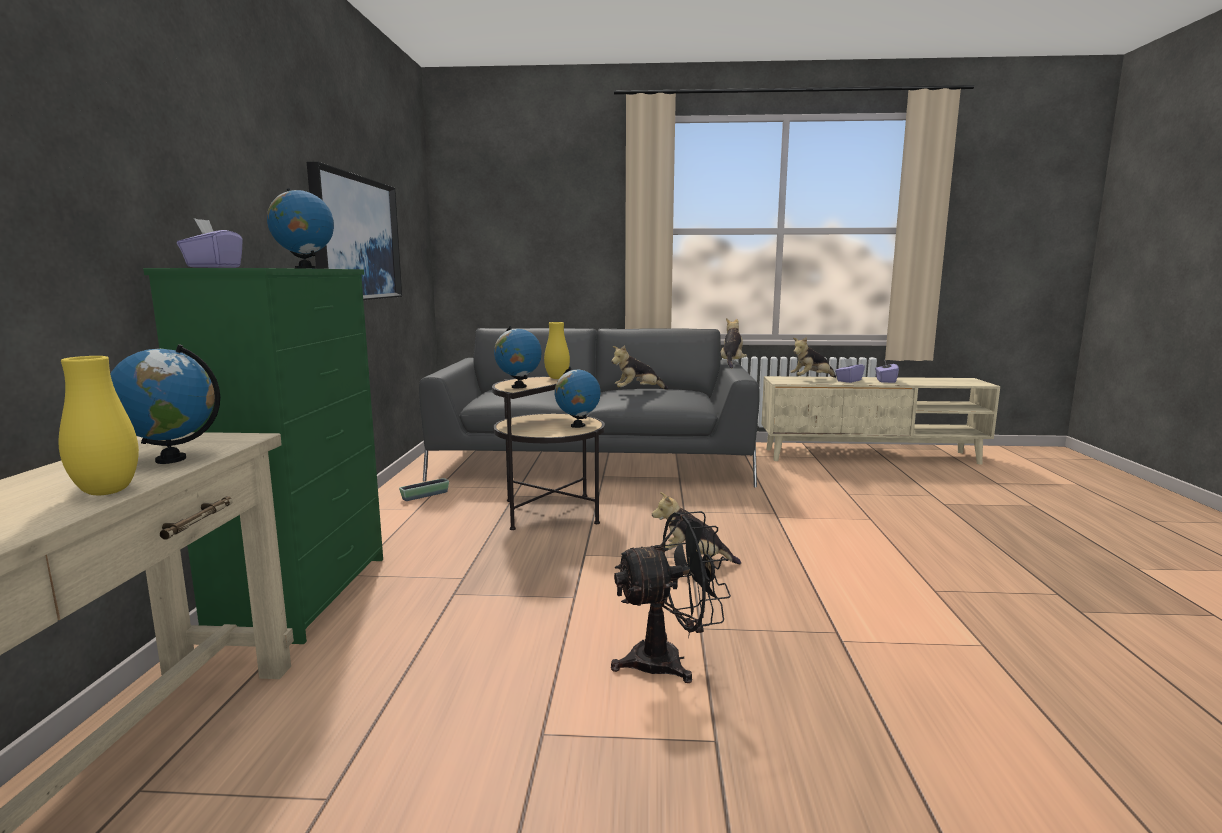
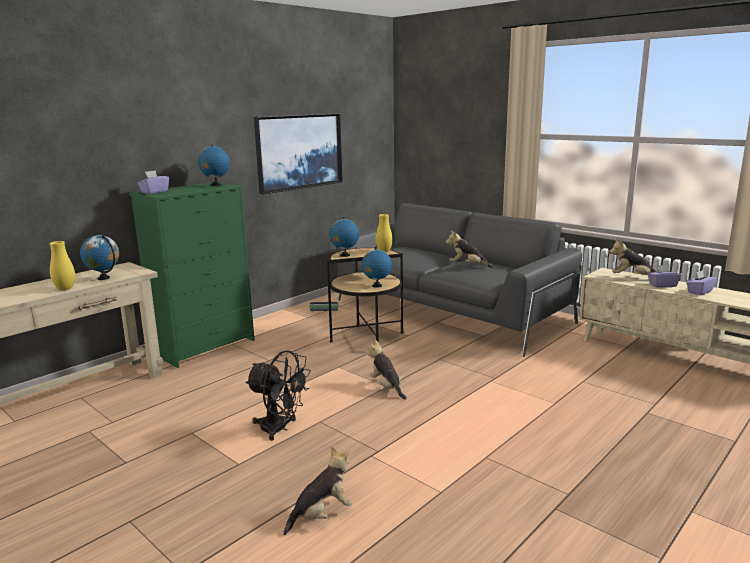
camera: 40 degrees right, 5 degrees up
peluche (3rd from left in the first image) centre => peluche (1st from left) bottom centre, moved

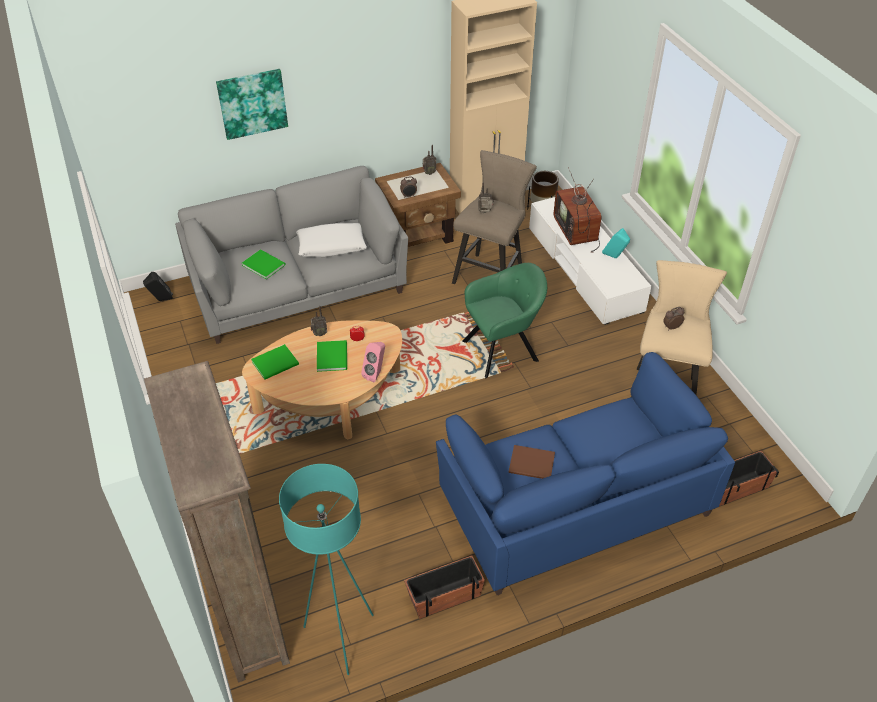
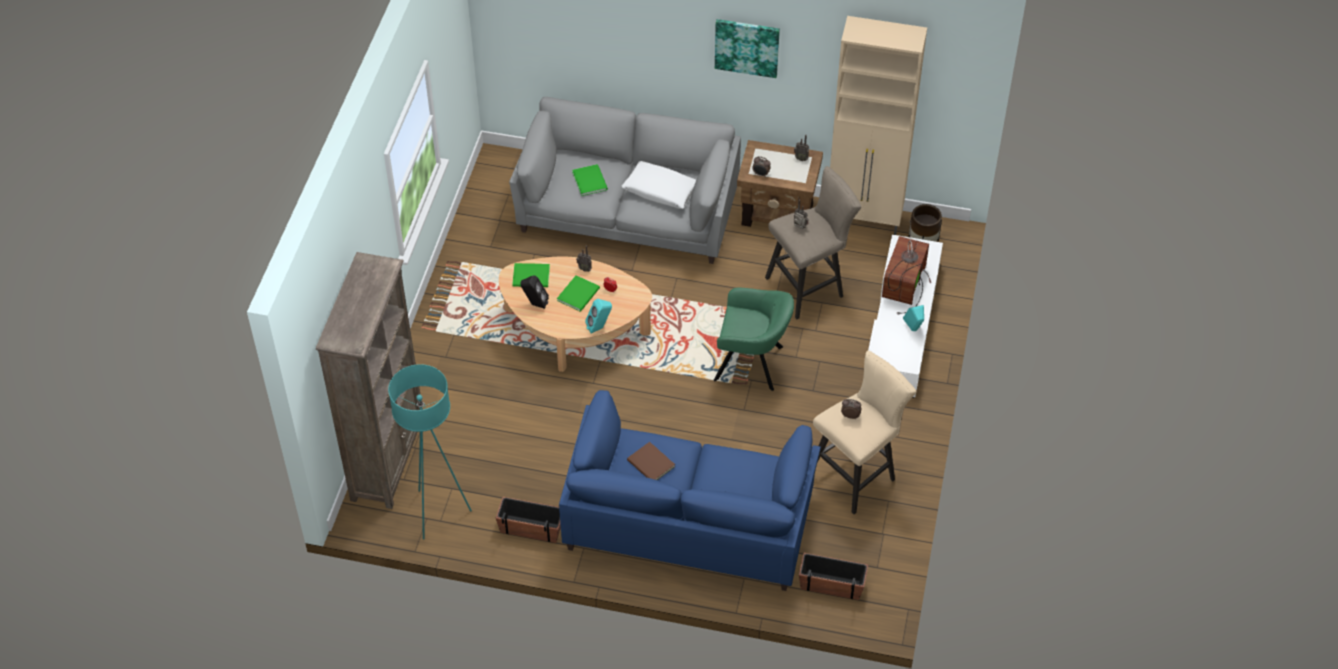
camera: 35 degrees right, 5 degrees up
altavoz [negro] middle left => altavoz [negro] centre, moved
altavoz [rosa] centre => altavoz [turquesa] (1st from left) centre
cuadro top left => cuadro top centre, moved

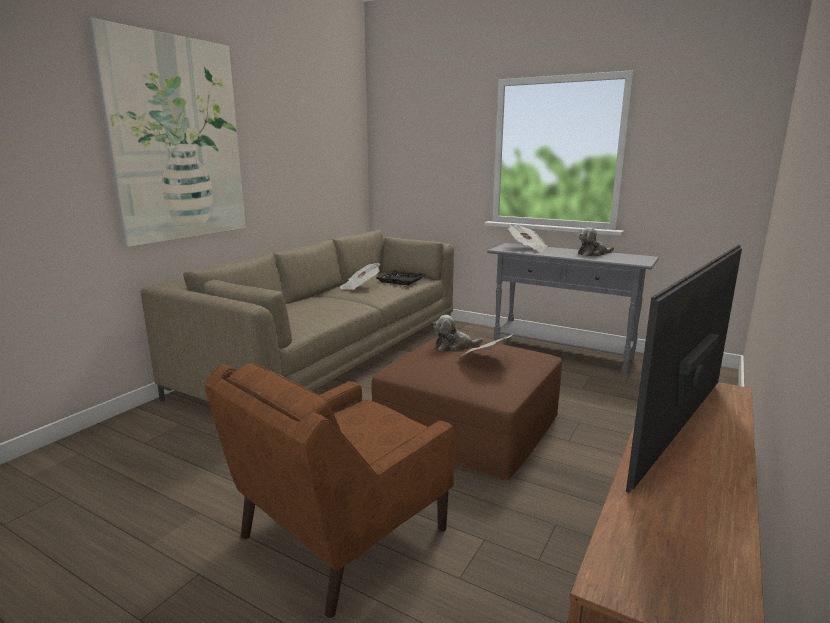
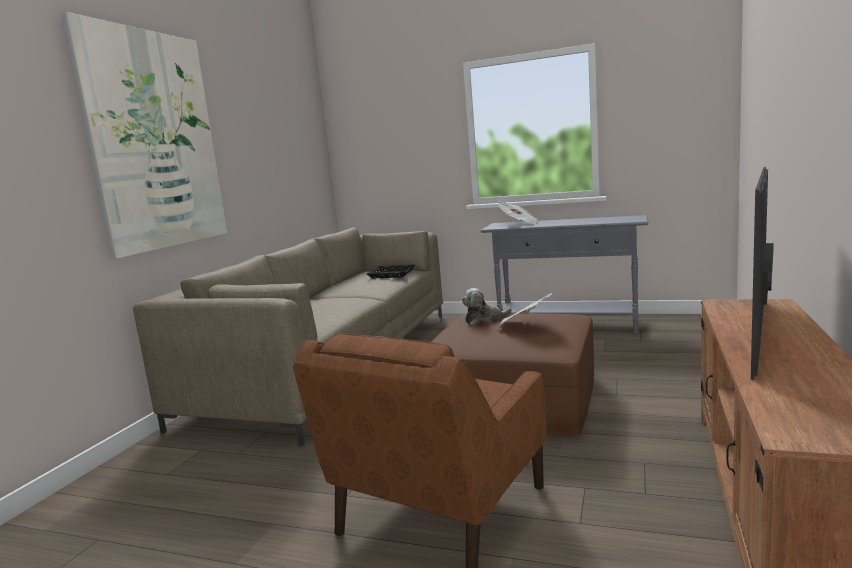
camera: 10 degrees left, 5 degrees down
periódico (1st from left) centre => nothing
peluche (2nd from left) middle right => nothing

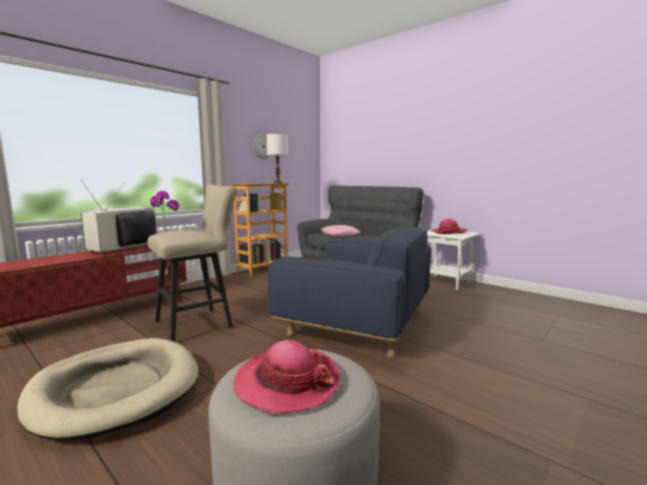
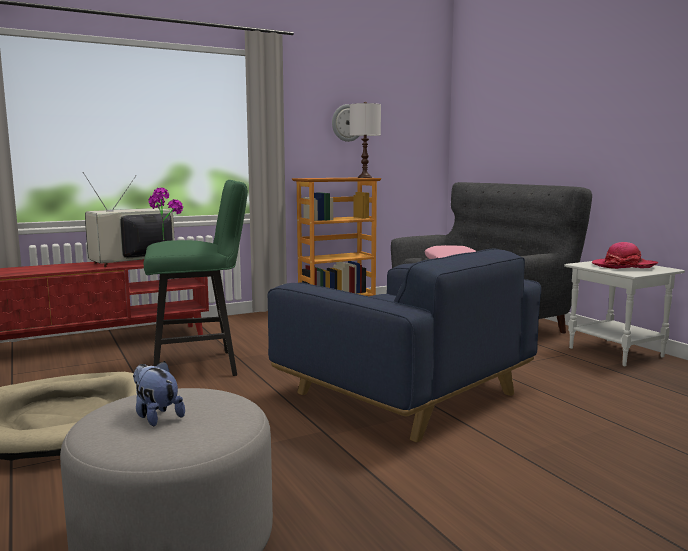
camera: 20 degrees right, 0 degrees up
sombrero (1st from left) bottom centre => peluche bottom left
taburete [beis] middle left => taburete [verde] middle left

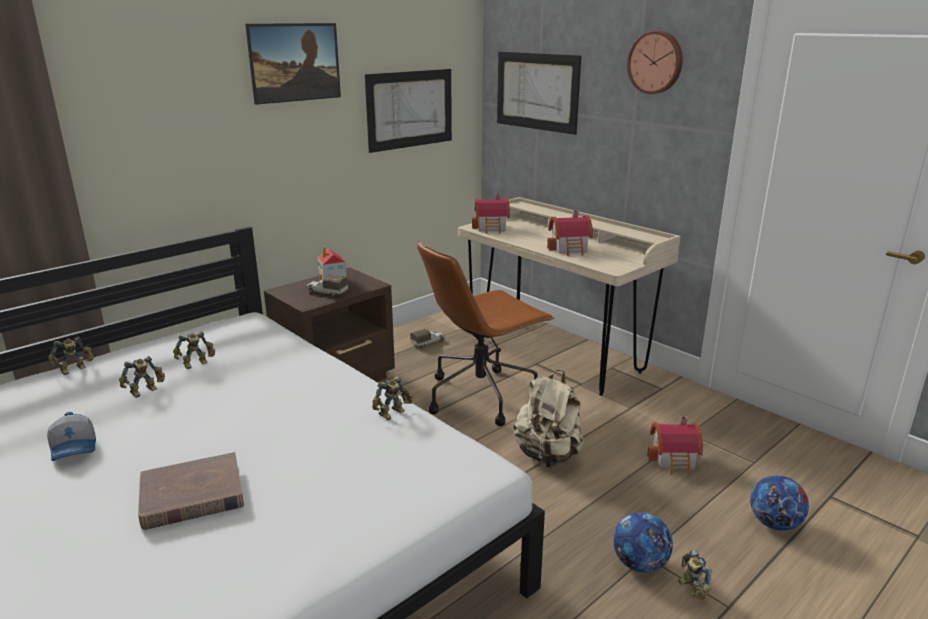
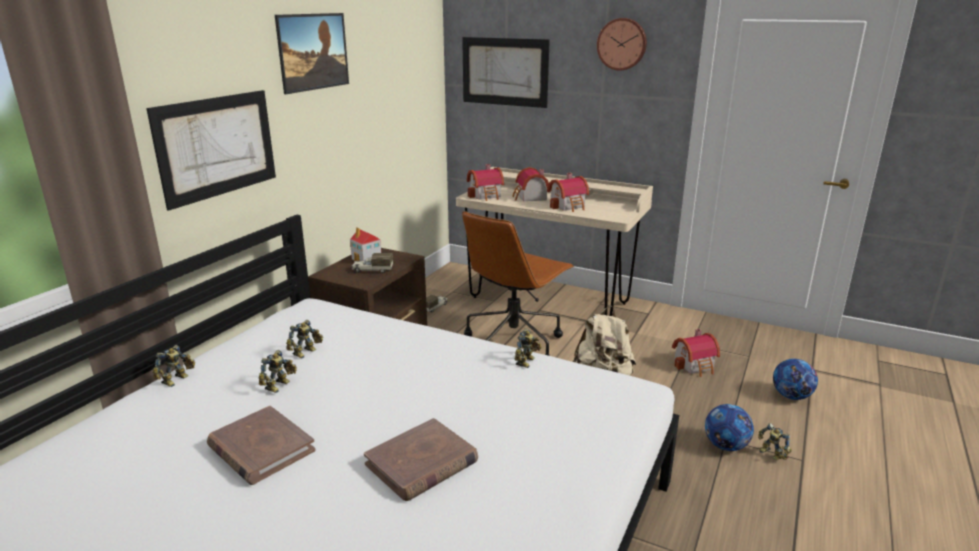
camera: 20 degrees left, 0 degrees up
cuadro (2nd from left in the first image) top centre => cuadro (1st from left) top left, moved
gorra bottom left => libro [marrón] (1st from left) bottom left
nothing => casita (3rd from left) centre

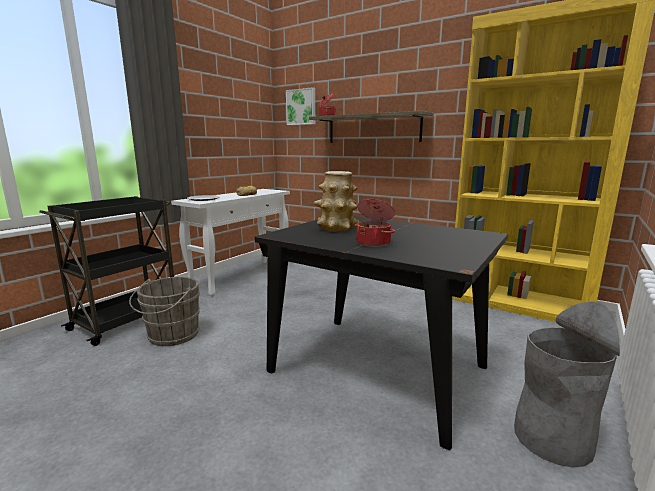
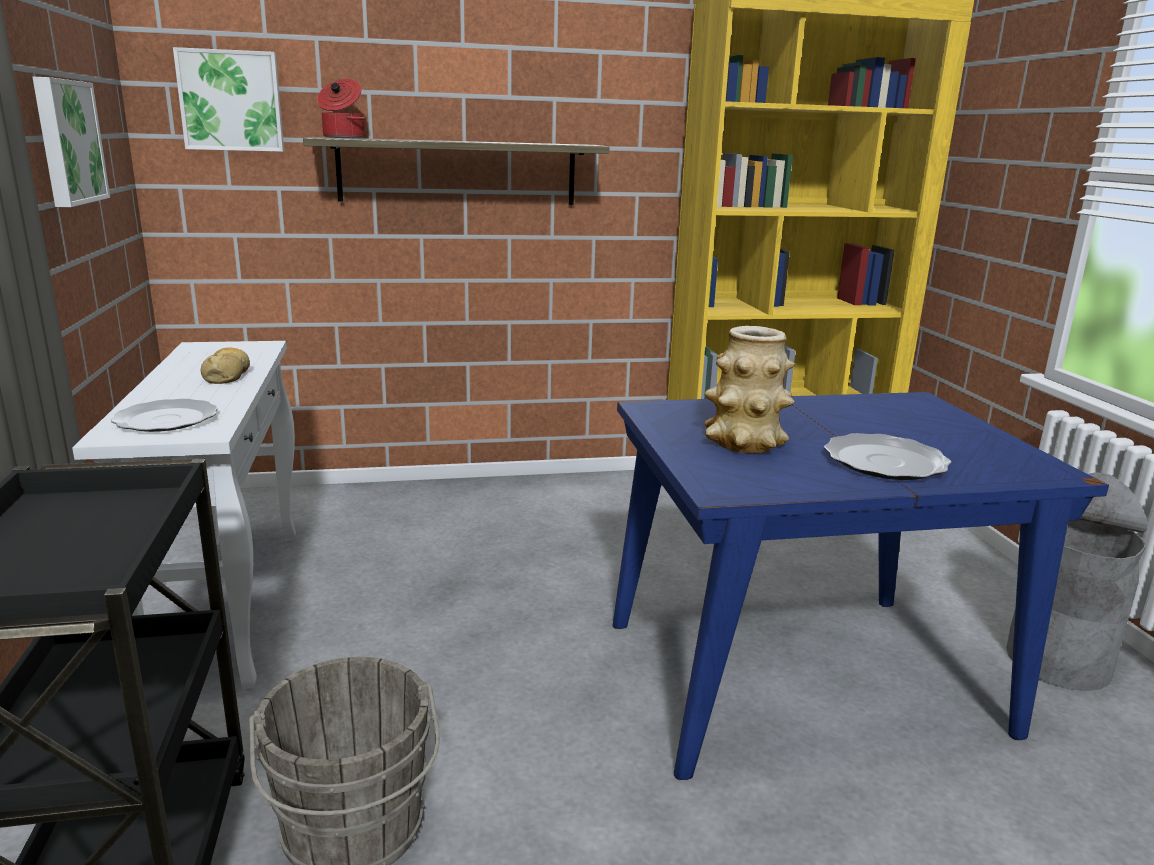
camera: 45 degrees left, 5 degrees up
nothing => cuadro (1st from left) top left
mesa de comedor [negro] bottom centre => mesa de comedor [azul] bottom right
olla (2nd from left) centre => plato (2nd from left) middle right

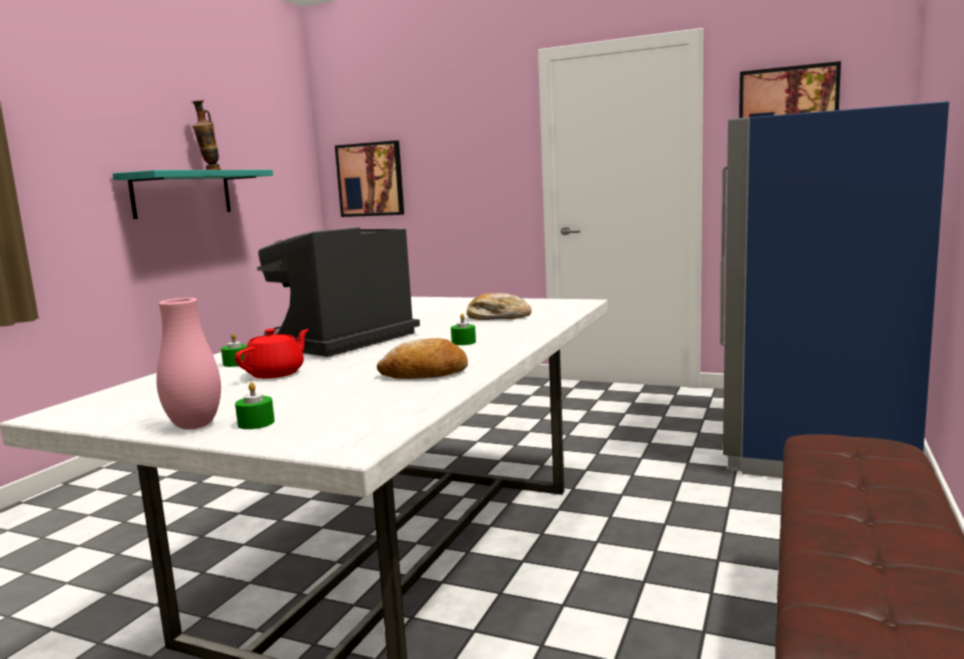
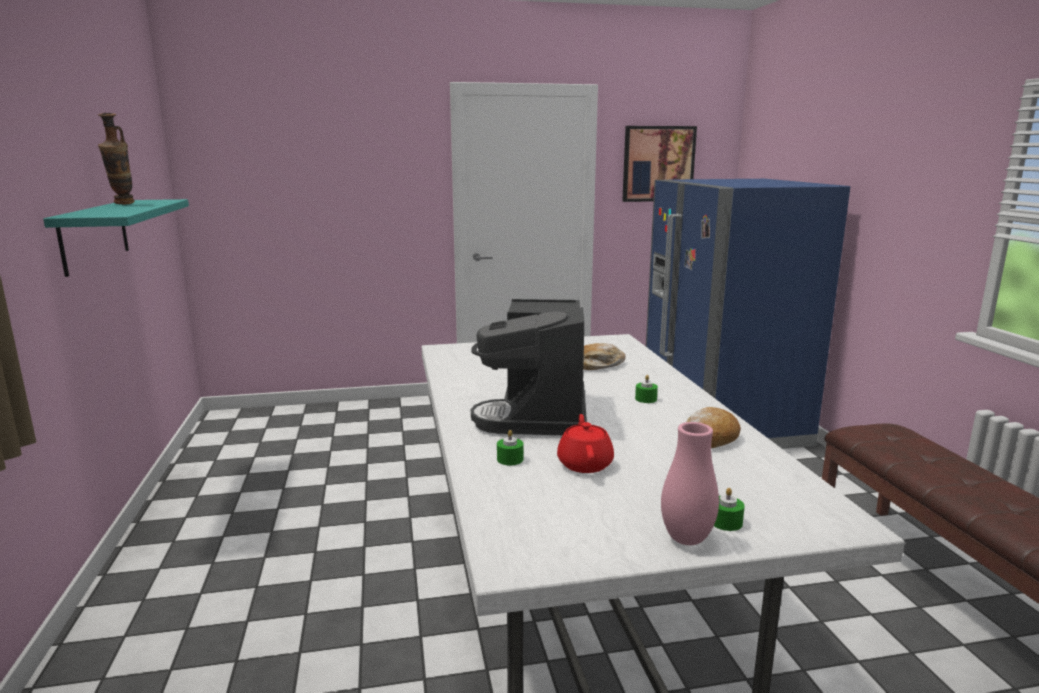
camera: 35 degrees left, 5 degrees up
cuadro (1st from left) top centre => nothing

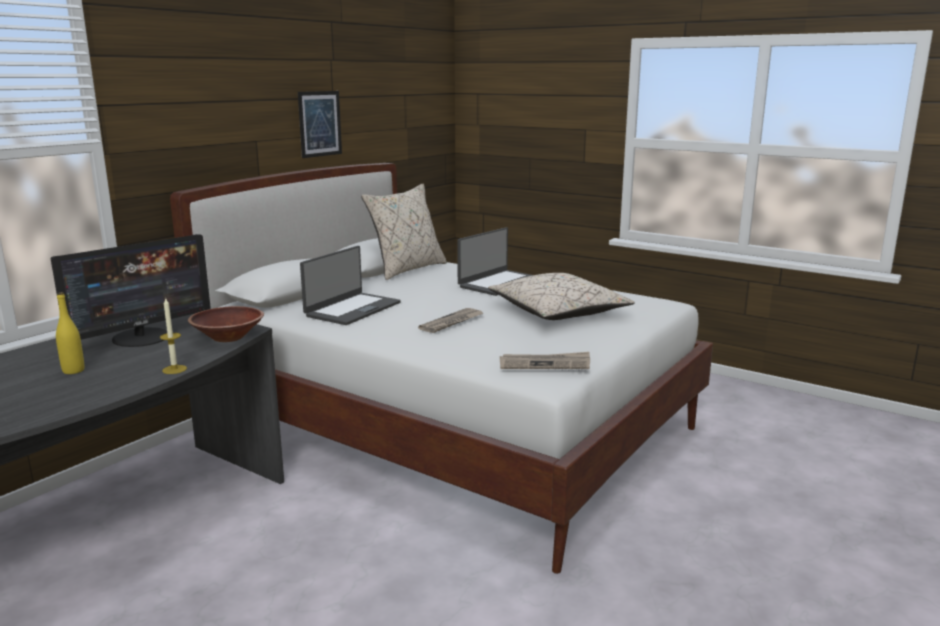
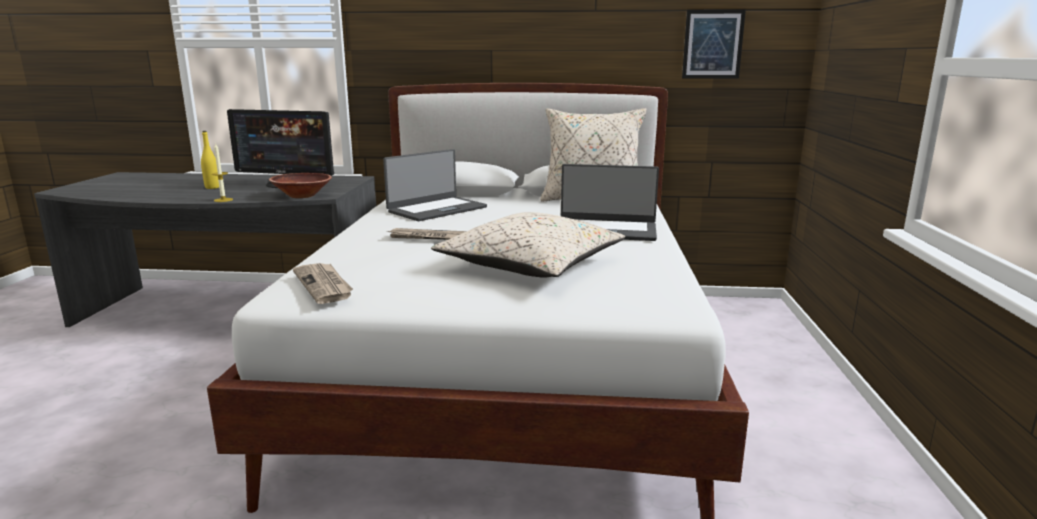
camera: 60 degrees right, 0 degrees up
portátil (1st from left) centre, 45 degrees counterclockwise
cuadro top centre => cuadro top right, moved

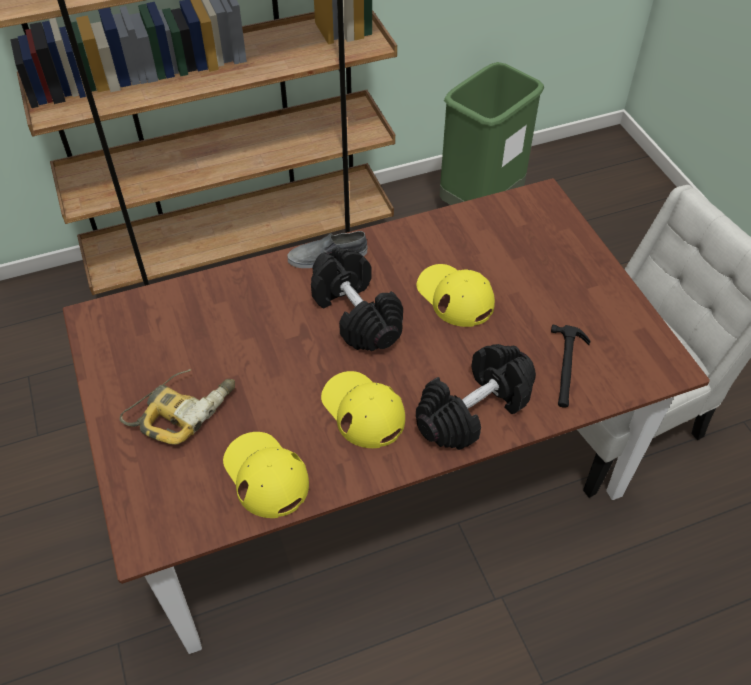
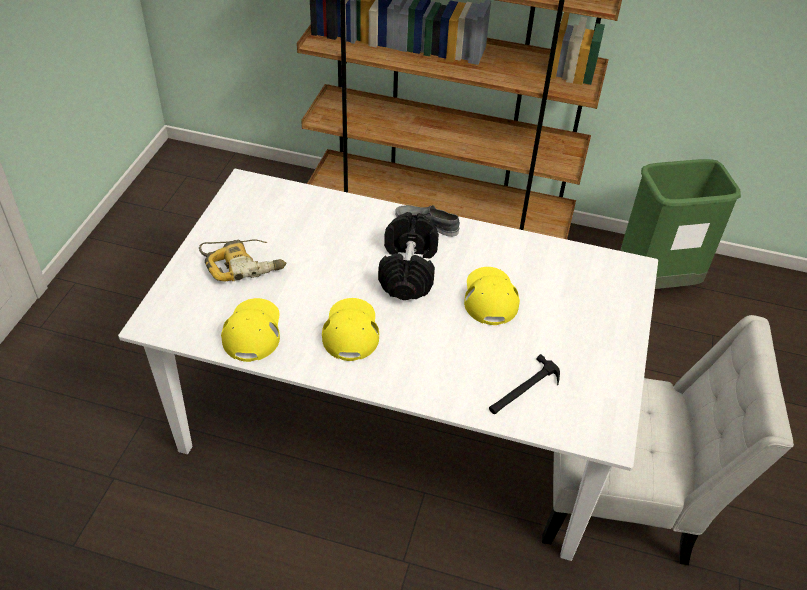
camera: 35 degrees right, 5 degrees down
mesa de comedor [marrón] centre => mesa de comedor [blanco] centre
mancuerna [negro] (2nd from left) centre => nothing

